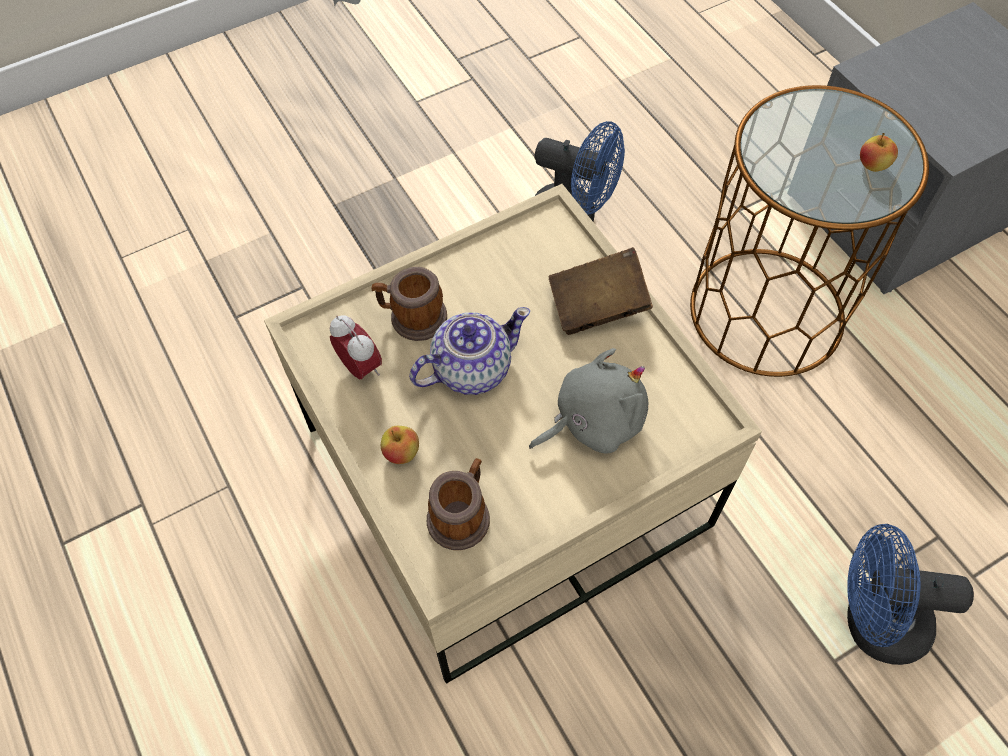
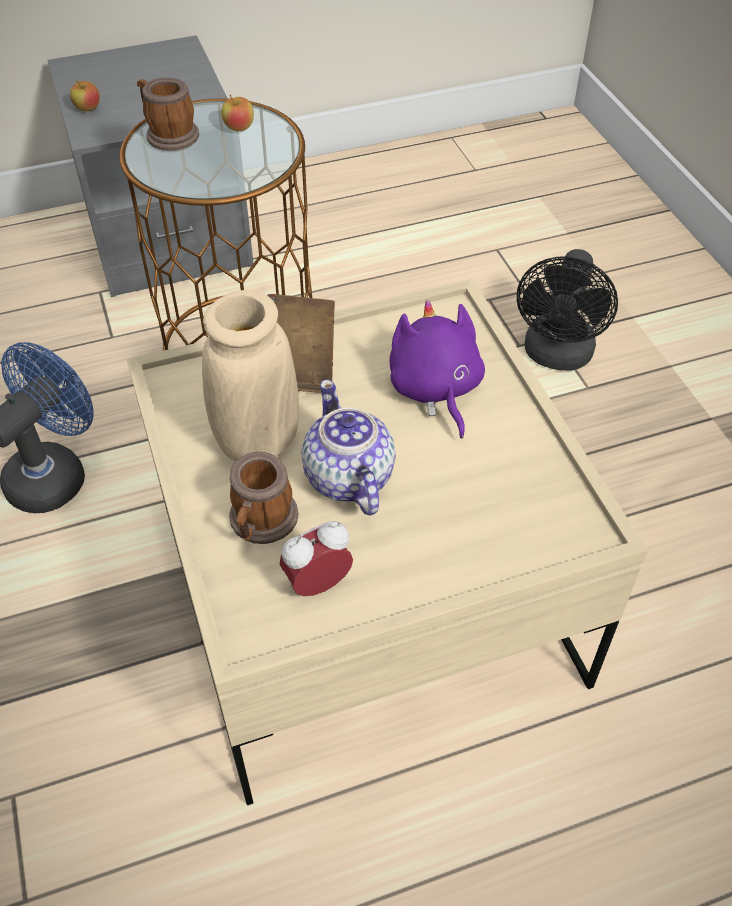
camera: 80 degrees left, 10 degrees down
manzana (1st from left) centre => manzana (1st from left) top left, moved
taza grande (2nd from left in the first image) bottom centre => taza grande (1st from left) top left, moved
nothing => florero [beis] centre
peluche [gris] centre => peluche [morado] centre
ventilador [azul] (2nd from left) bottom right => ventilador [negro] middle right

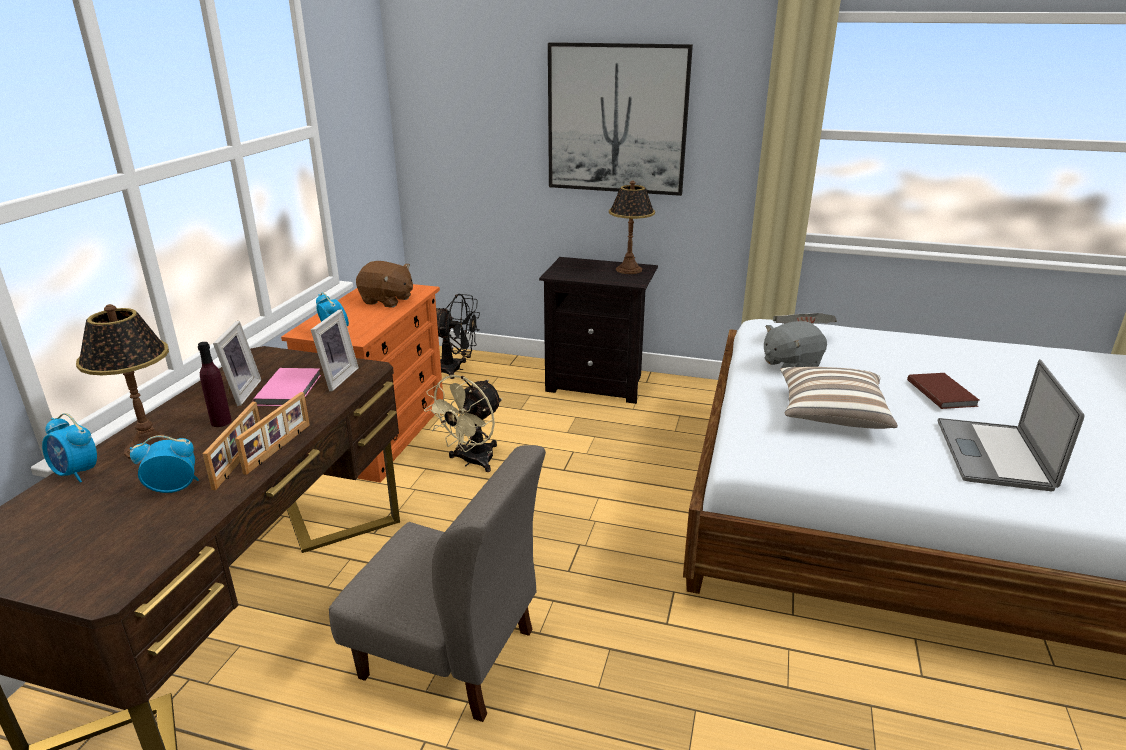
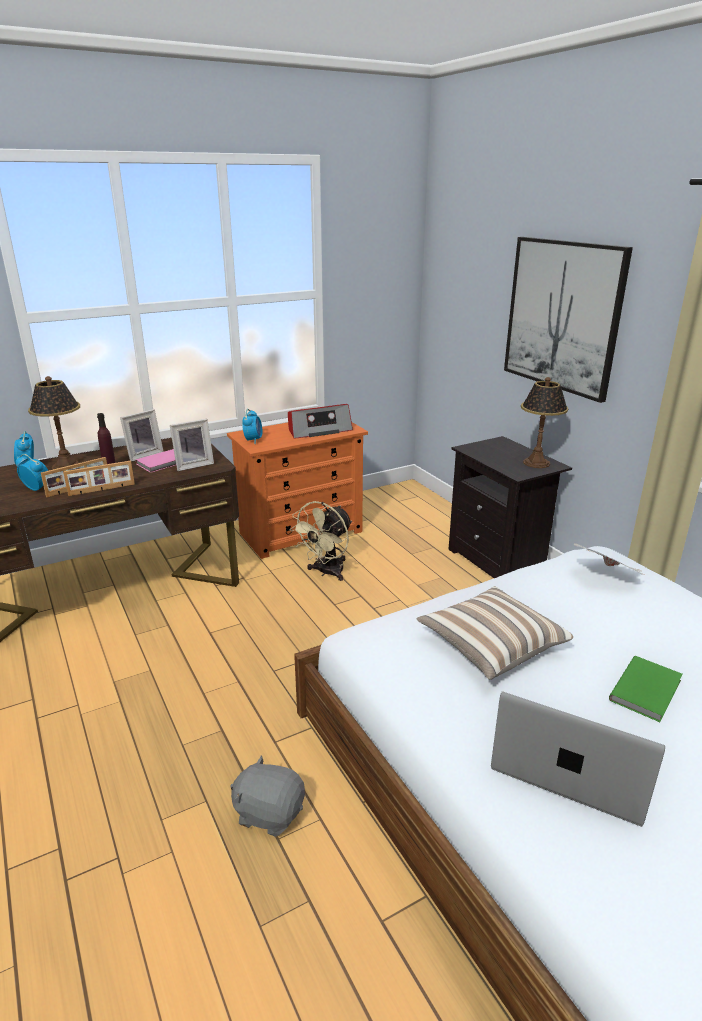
camera: 45 degrees right, 0 degrees up
peluche [gris] middle right => peluche [gris] bottom centre, moved
peluche [marrón] centre => radio centre
ventilador [beis] centre, 45 degrees counterclockwise
portátil middle right => portátil bottom right, 60 degrees clockwise
libro [marrón] middle right => libro [verde] bottom right
silla [gris] bottom centre => nothing
ventilador [negro] centre => nothing

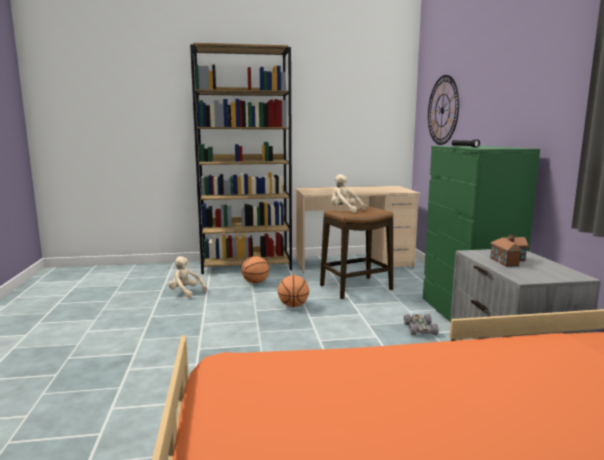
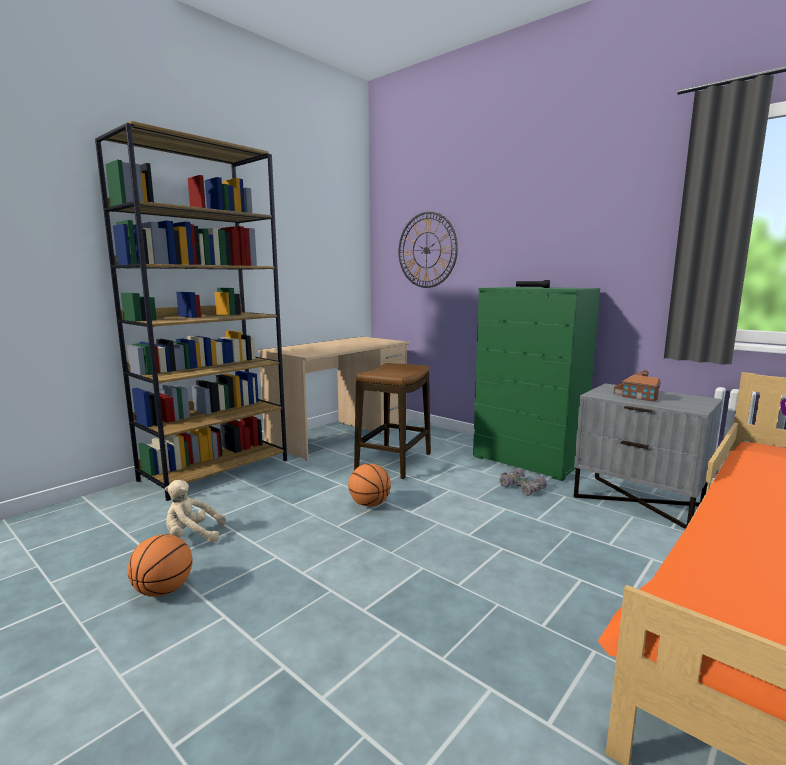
camera: 40 degrees left, 0 degrees up
balón de baloncesto (1st from left) centre => balón de baloncesto (1st from left) bottom left, moved
peluche [beis] (2nd from left) centre => nothing

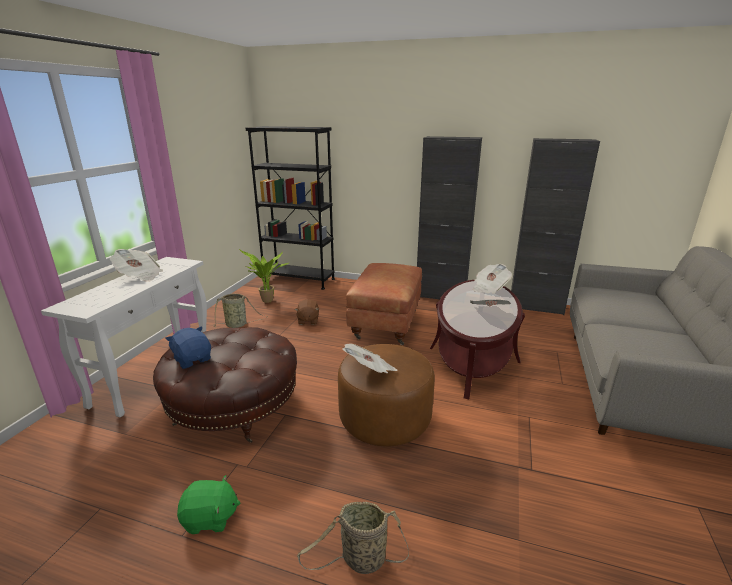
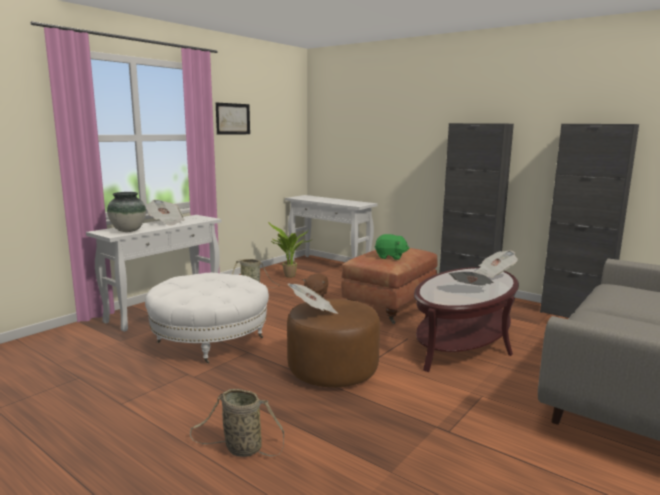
camera: 20 degrees right, 10 degrees down
nothing => florero middle left
puf [marrón] (1st from left) middle left => puf [blanco] middle left
nothing => cuadro top centre
estantería [negro] centre => mesa consola [blanco] (2nd from left) centre
peluche [verde] bottom left => peluche [verde] centre, moved
peluche [azul] middle left => nothing

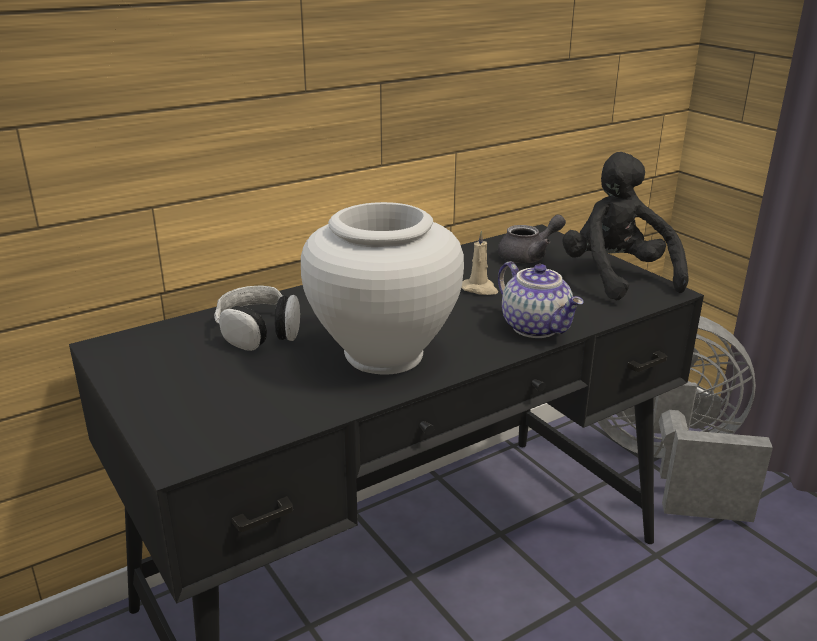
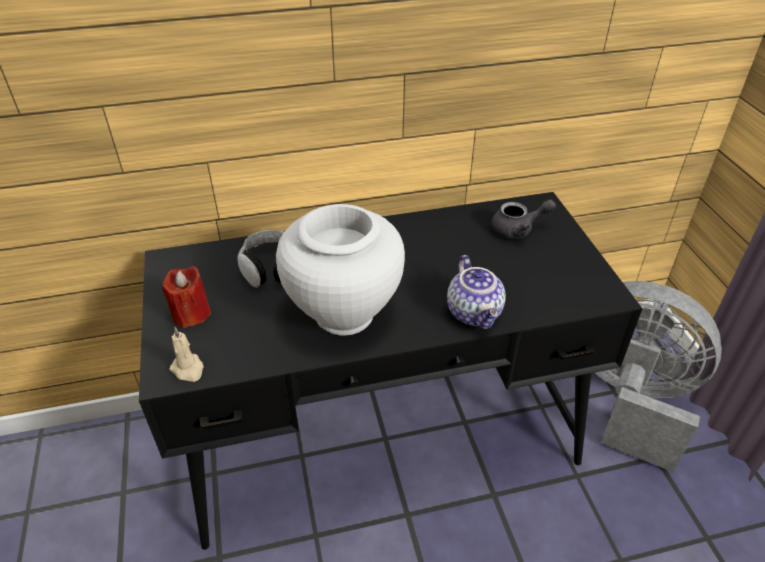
camera: 20 degrees right, 15 degrees up
nothing => vela [rojo] middle left
vela [beis] centre => vela [beis] middle left, moved
peluche [negro] middle right => nothing

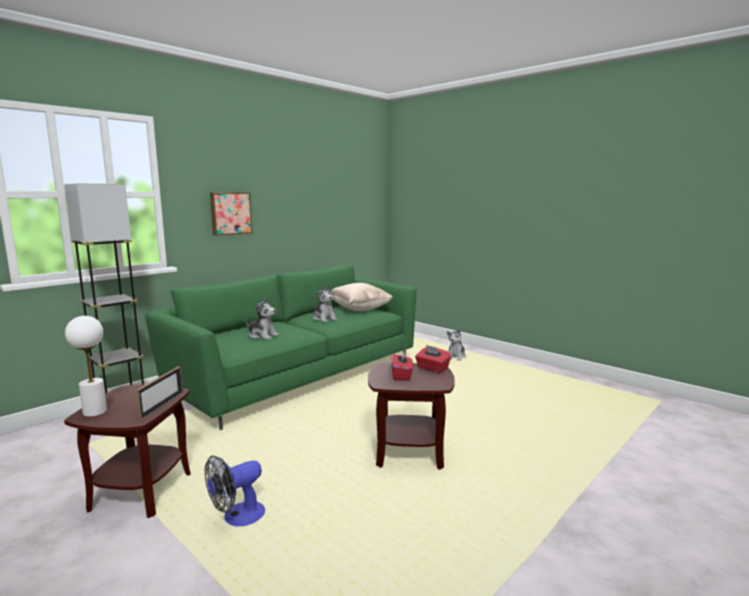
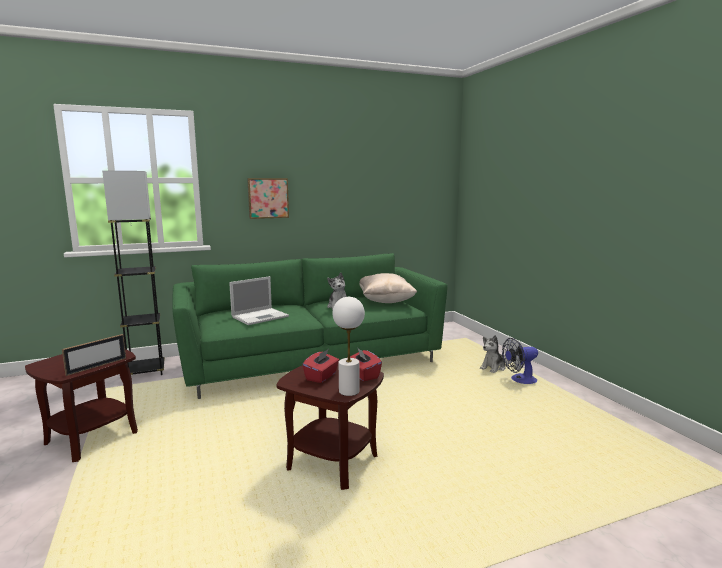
camera: 25 degrees right, 0 degrees up
peluche (1st from left) centre => portátil centre
lámpara de mesa [blanco] middle left => lámpara de mesa [blanco] centre, moved
ventilador bottom left => ventilador middle right, moved

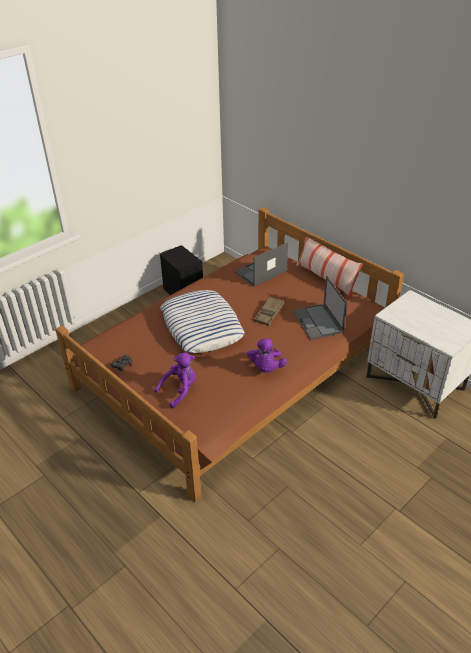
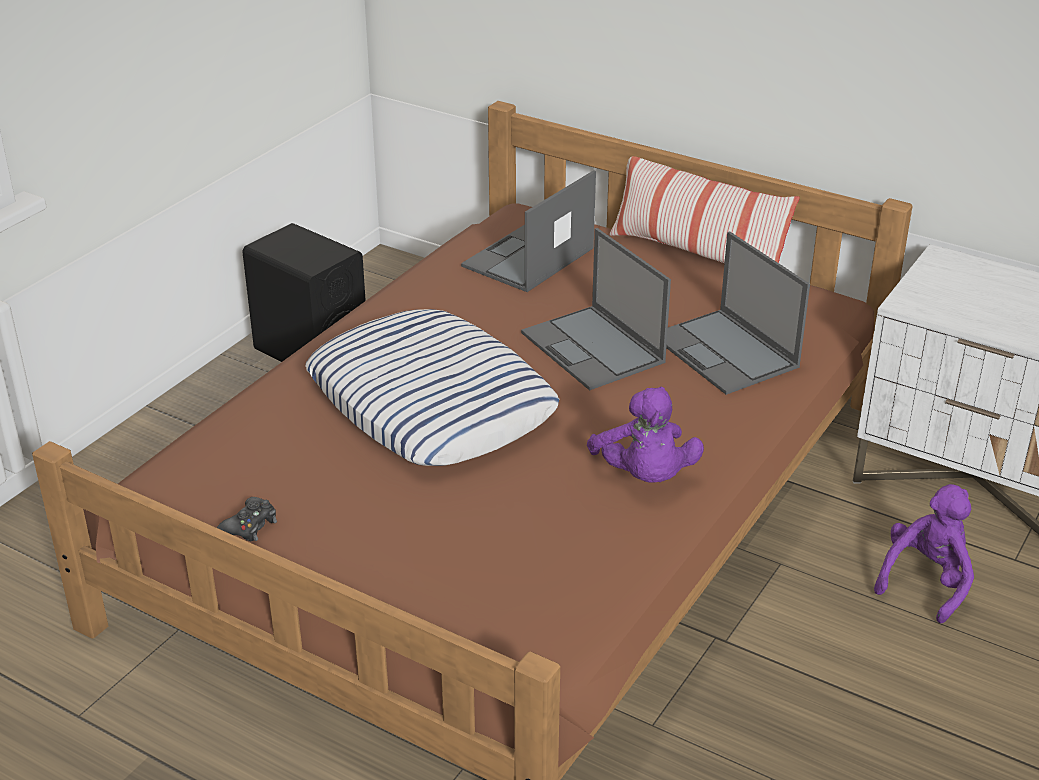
camera: 15 degrees left, 5 degrees down
bandeja [marrón] centre => portátil (2nd from left) centre
peluche [morado] (1st from left in the first image) centre => peluche [morado] (2nd from left) bottom right, moved

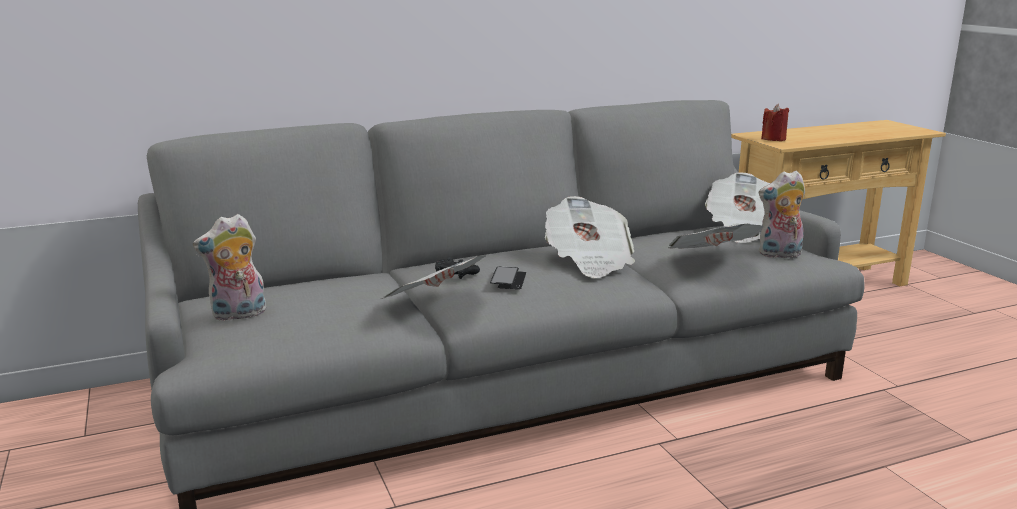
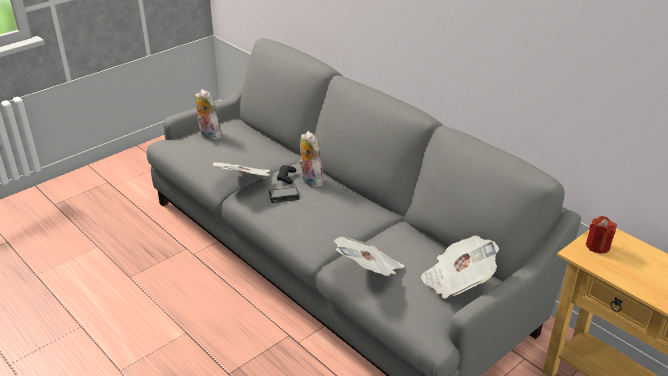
camera: 70 degrees right, 15 degrees up
peluche (2nd from left) middle right => peluche (2nd from left) centre, moved
periódico (2nd from left) centre => nothing

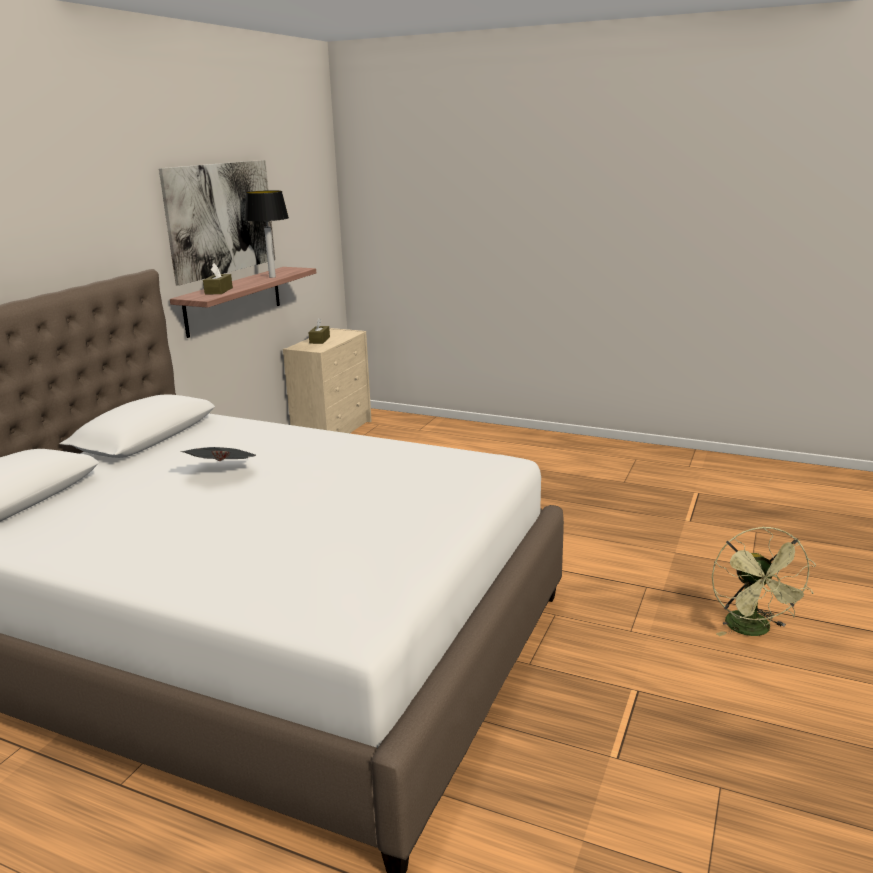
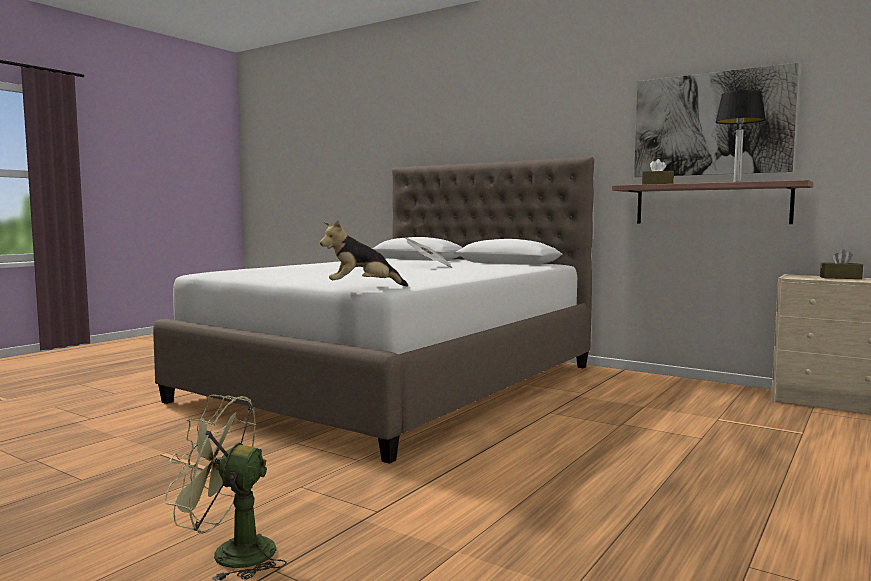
camera: 100 degrees right, 15 degrees down
nothing => peluche centre

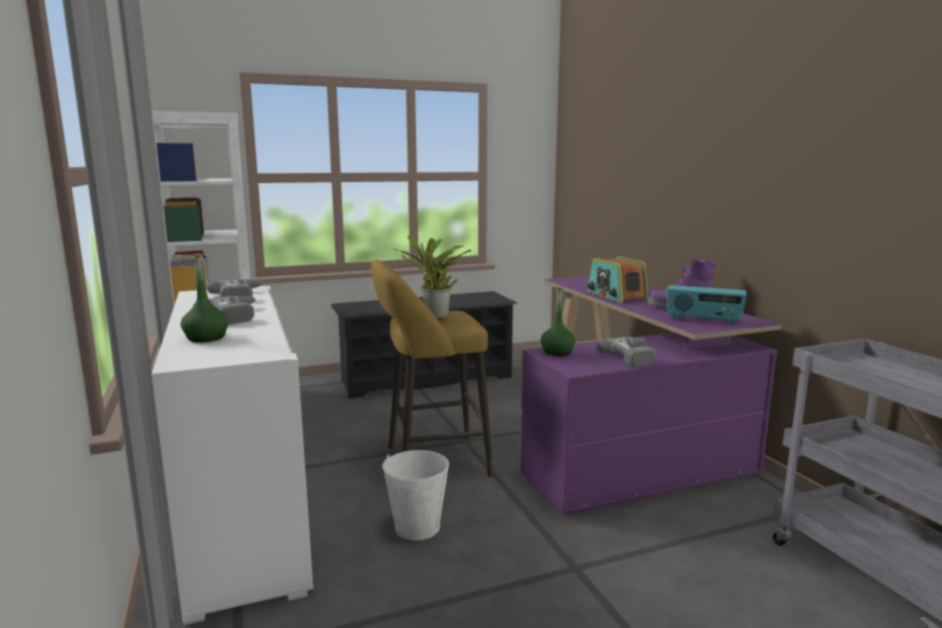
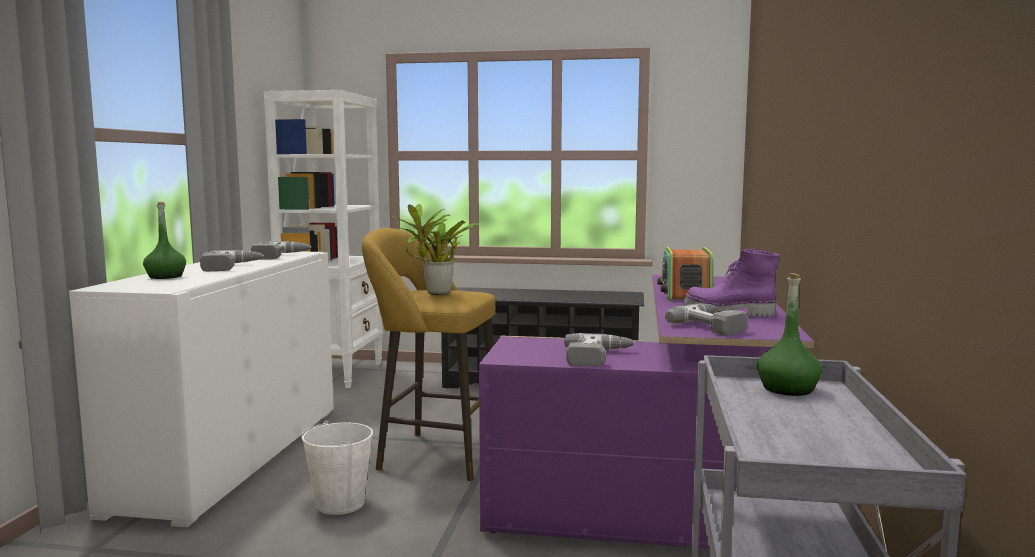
camera: 30 degrees right, 5 degrees down
radio (2nd from left) middle right => taladro (4th from left) middle right
botella [verde] (2nd from left) centre => botella [verde] (2nd from left) middle right, moved

